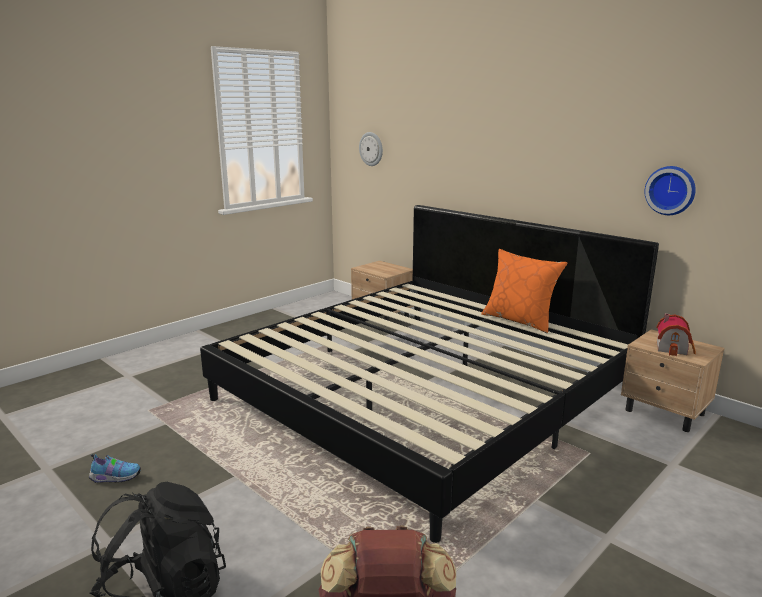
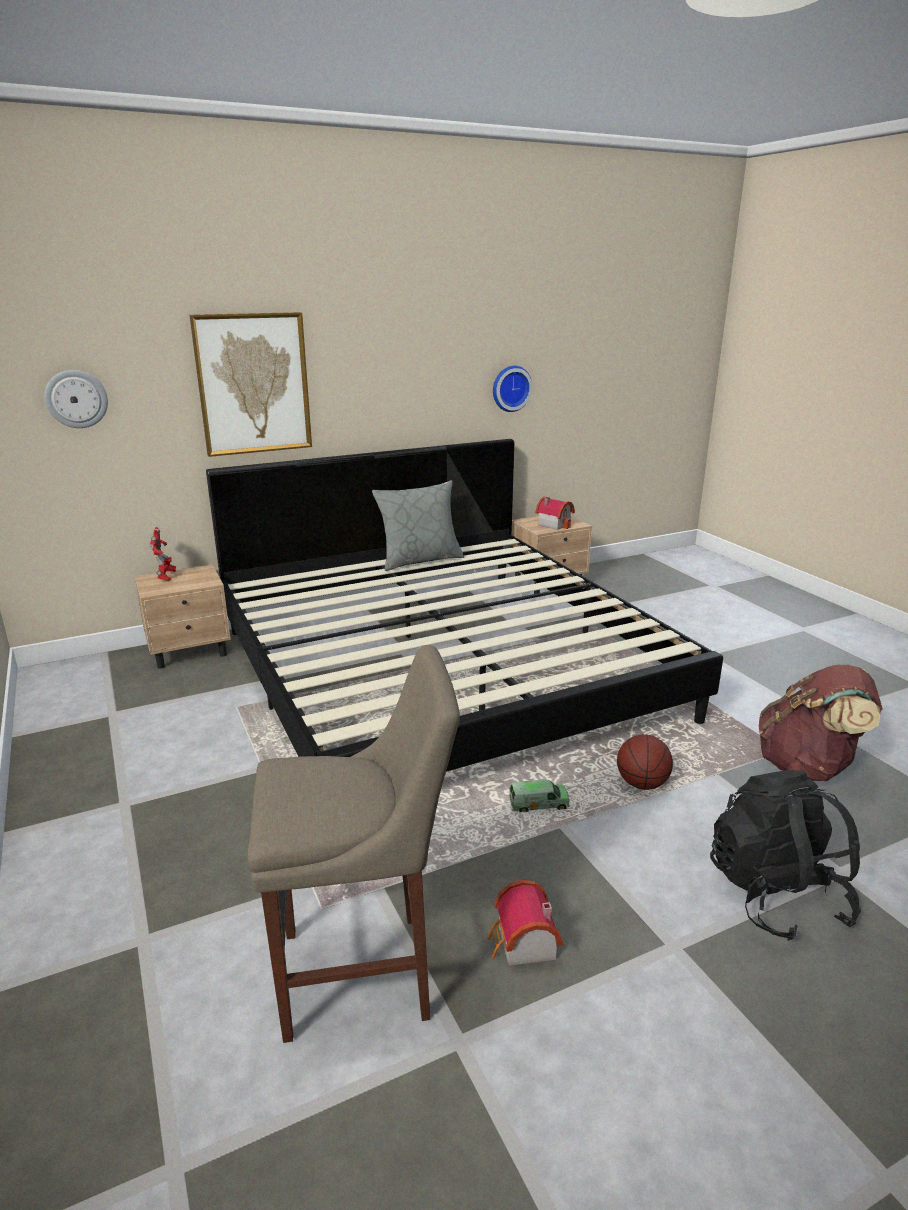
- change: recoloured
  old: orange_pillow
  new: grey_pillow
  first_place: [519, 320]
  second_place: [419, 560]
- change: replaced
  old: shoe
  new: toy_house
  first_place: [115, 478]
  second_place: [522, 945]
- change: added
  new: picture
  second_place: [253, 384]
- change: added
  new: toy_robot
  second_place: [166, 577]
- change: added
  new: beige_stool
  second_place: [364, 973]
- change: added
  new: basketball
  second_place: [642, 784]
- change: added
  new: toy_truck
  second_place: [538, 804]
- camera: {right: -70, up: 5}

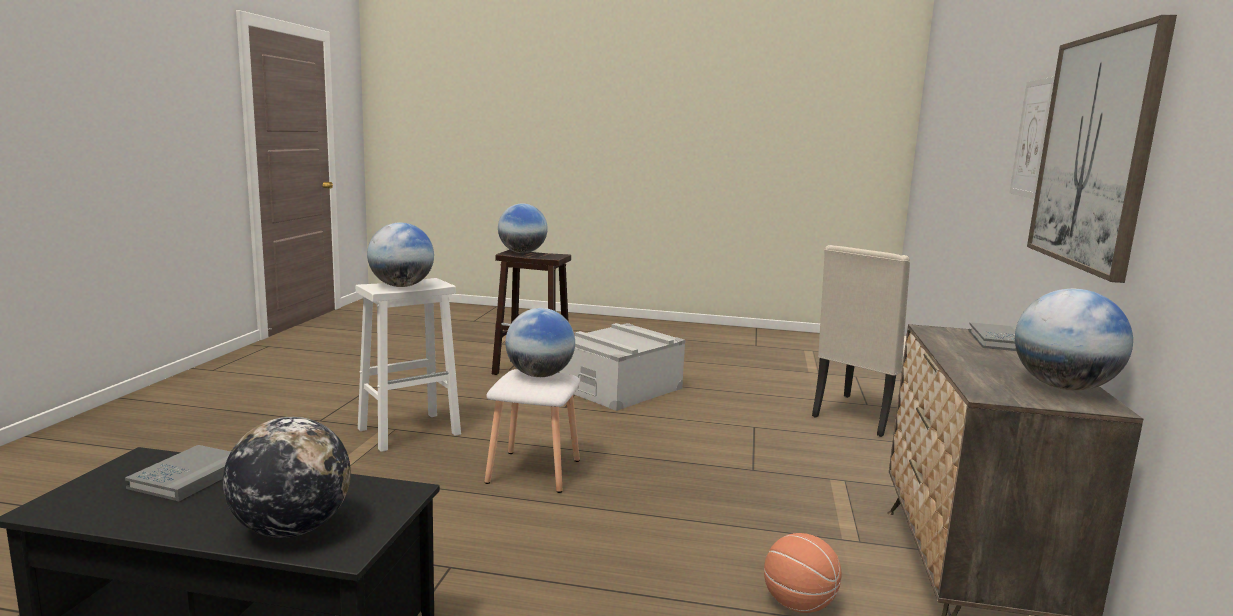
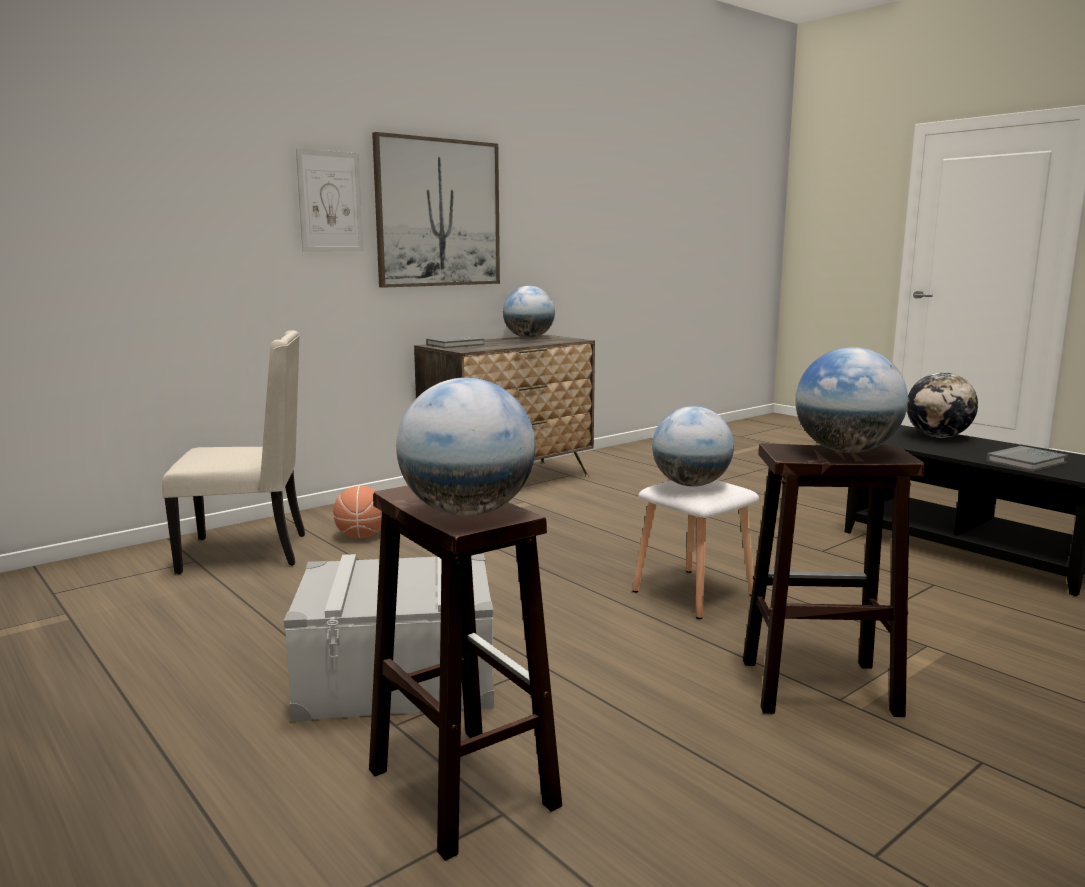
- change: recoloured
  old: white_stool
  new: brown_stool
  first_place: [410, 431]
  second_place: [816, 687]
- change: moved
  old: basketball
  first_place: [799, 604]
  second_place: [361, 536]
- camera: {right: -140, up: 0}

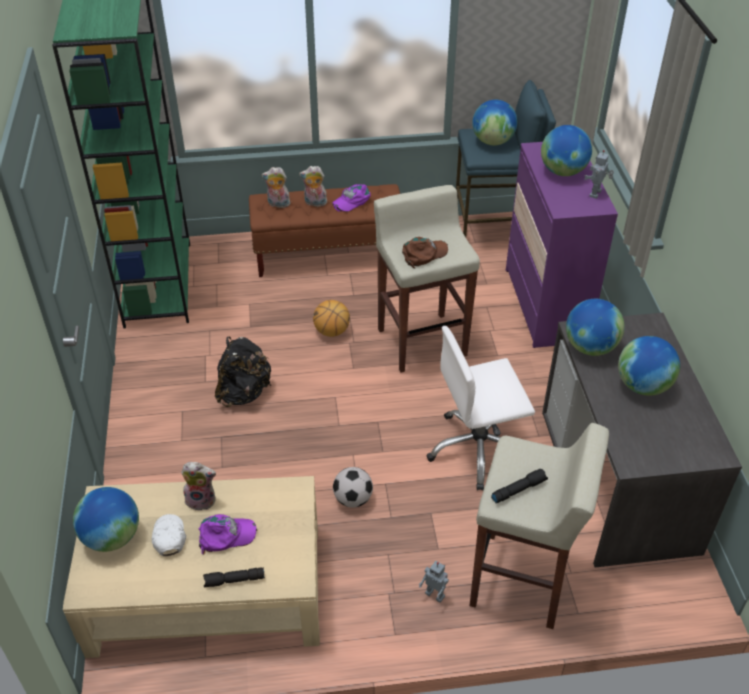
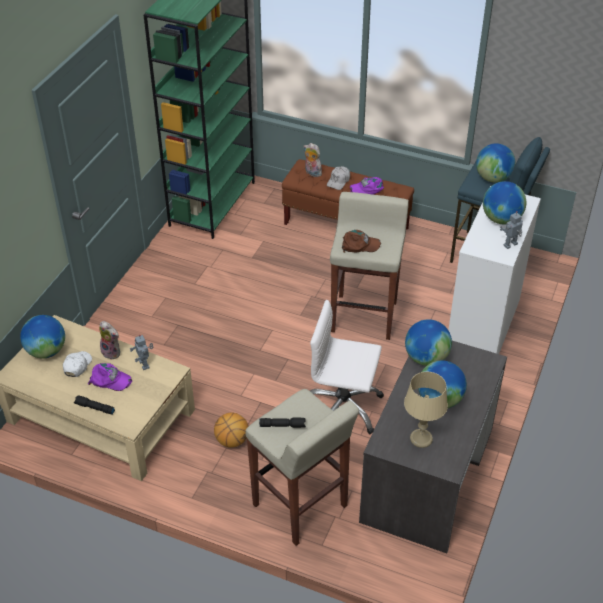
- change: recoloured
  old: purple_dresser
  new: white_dresser
  first_place: [545, 305]
  second_place: [482, 327]
- change: replaced
  old: plush_toy
  new: white_cap
  first_place: [314, 203]
  second_place: [338, 181]
- change: moved
  old: basketball
  first_place: [332, 331]
  second_place: [232, 440]
- change: removed
  old: black_backpack
  first_place: [243, 392]
- change: removed
  old: football
  first_place: [353, 499]
- change: moved
  old: toy_robot
  first_place: [435, 594]
  second_place: [145, 364]
- change: added
  new: beige_table_lamp
  second_place: [421, 439]
- camera: {right: 30, up: 0}

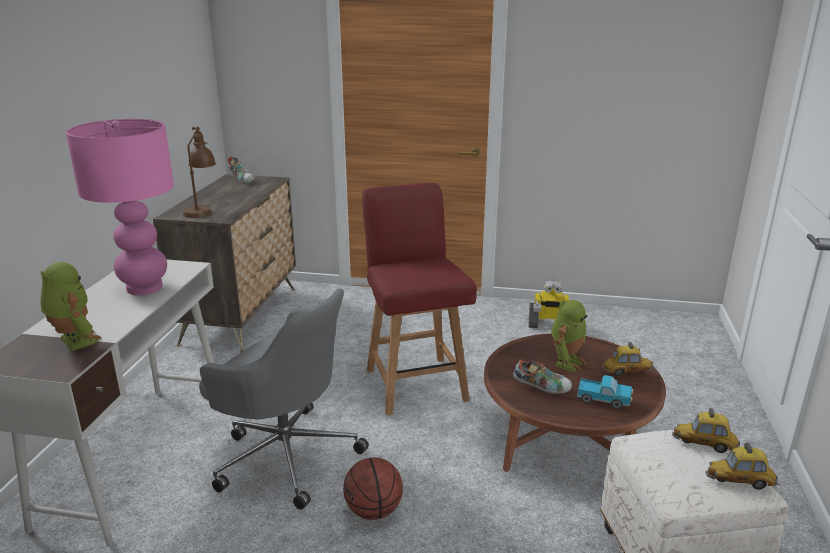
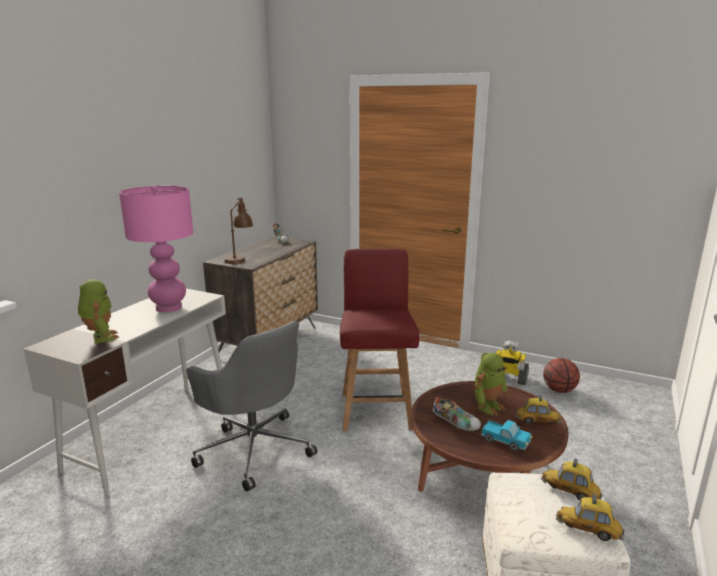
- change: moved
  old: basketball
  first_place: [373, 511]
  second_place: [559, 390]
- camera: {right: 15, up: -5}

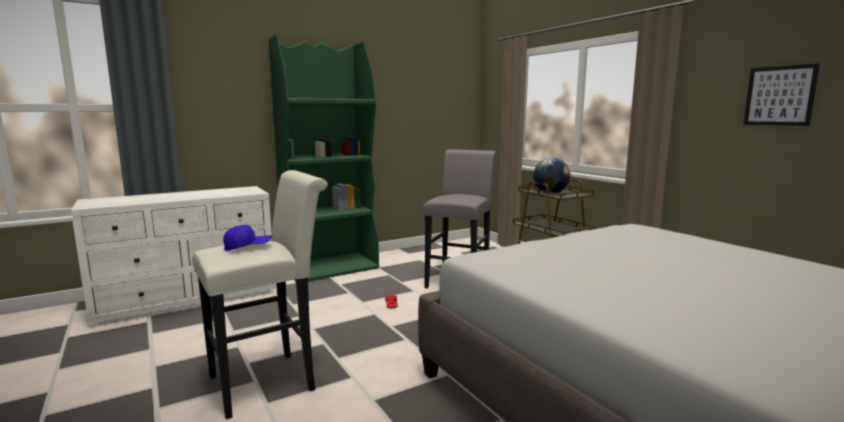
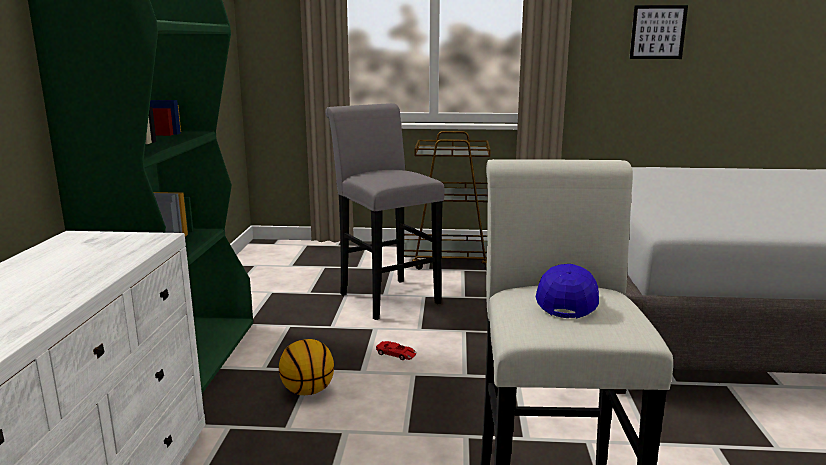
- change: removed
  old: globe
  first_place: [550, 193]
- change: added
  new: basketball
  second_place: [308, 391]
- camera: {right: -55, up: 5}

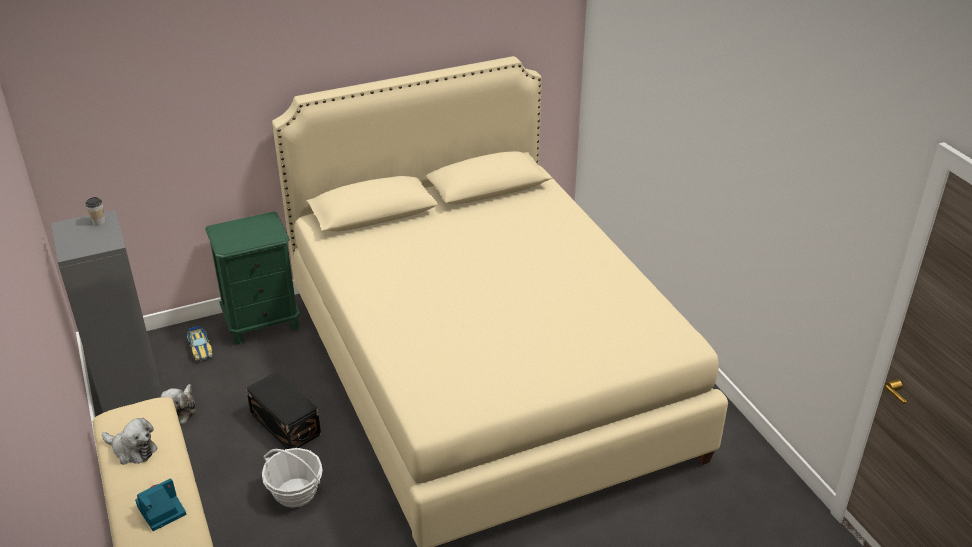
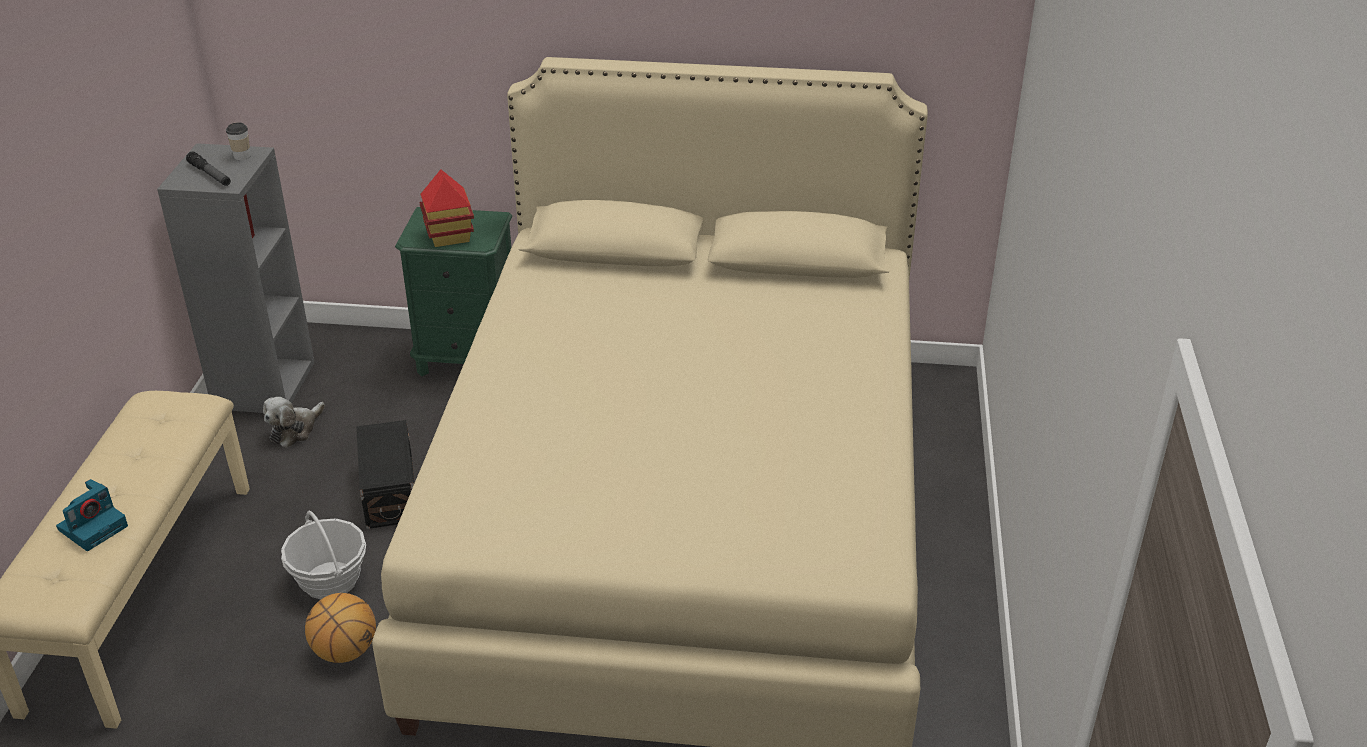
- change: removed
  old: toy_car
  first_place: [200, 348]
- change: removed
  old: plush_toy
  first_place: [132, 450]
- change: turned
  old: photo_camera
  first_place: [161, 511]
  second_place: [93, 526]
  degrees: 135
- change: added
  new: flashlight
  second_place: [210, 175]
- change: added
  new: toy_house
  second_place: [449, 237]
- change: added
  new: basketball
  second_place: [345, 651]
- camera: {right: 30, up: 0}

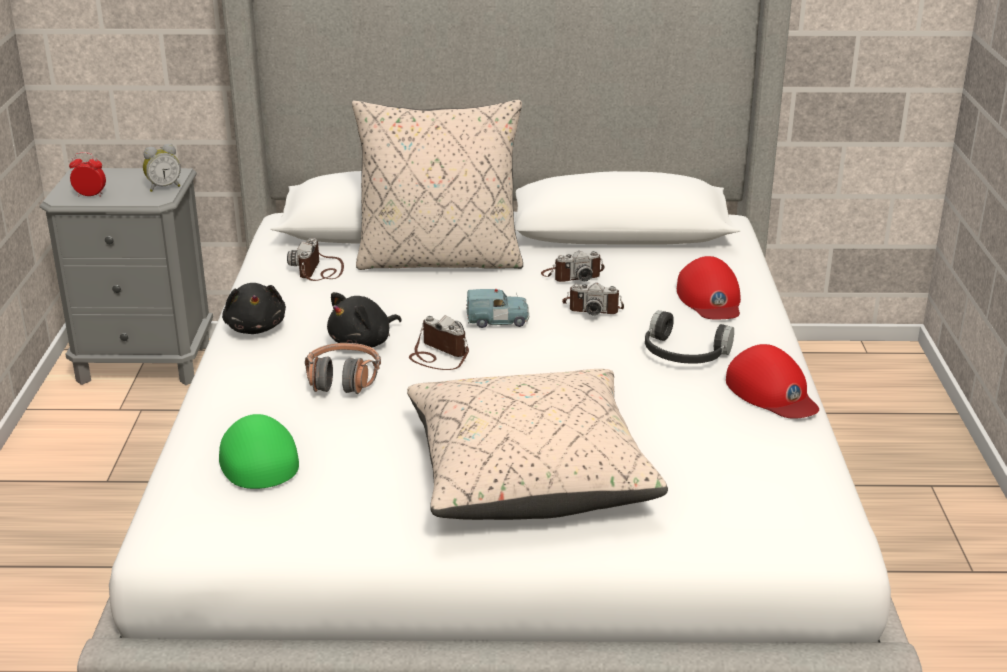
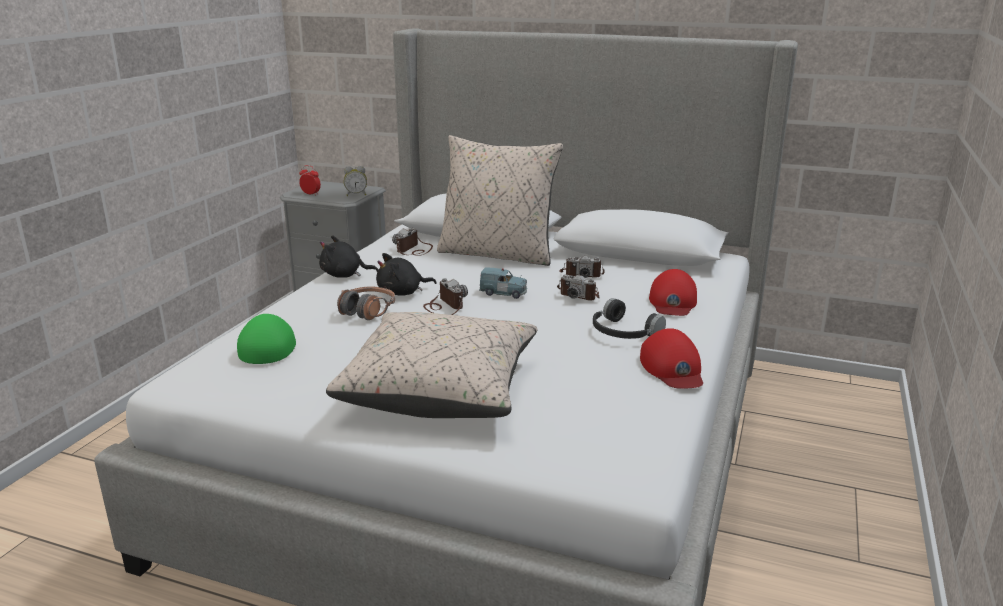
- change: turned
  old: black_plush_toy
  first_place: [256, 327]
  second_place: [344, 275]
  degrees: 90
- camera: {right: 20, up: -5}

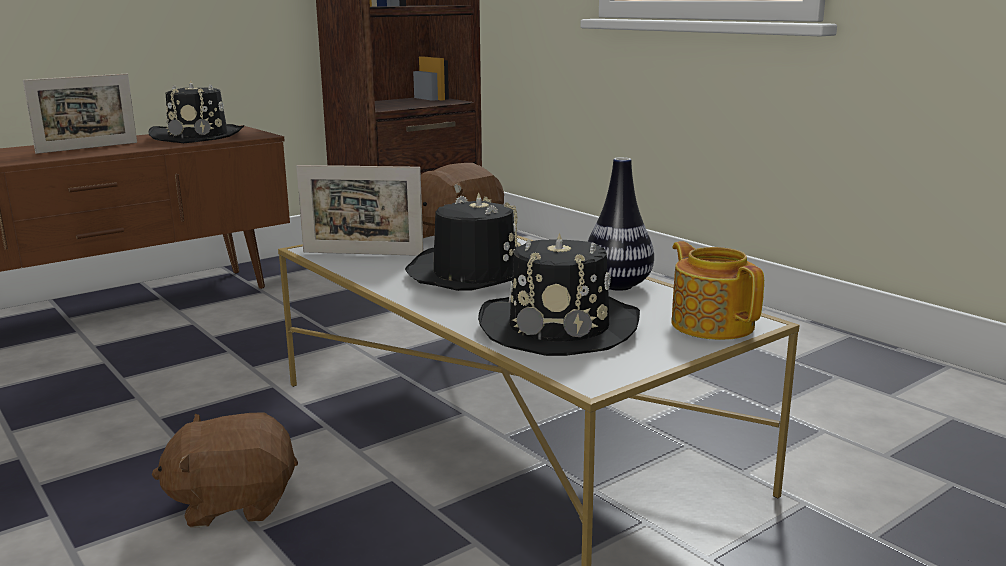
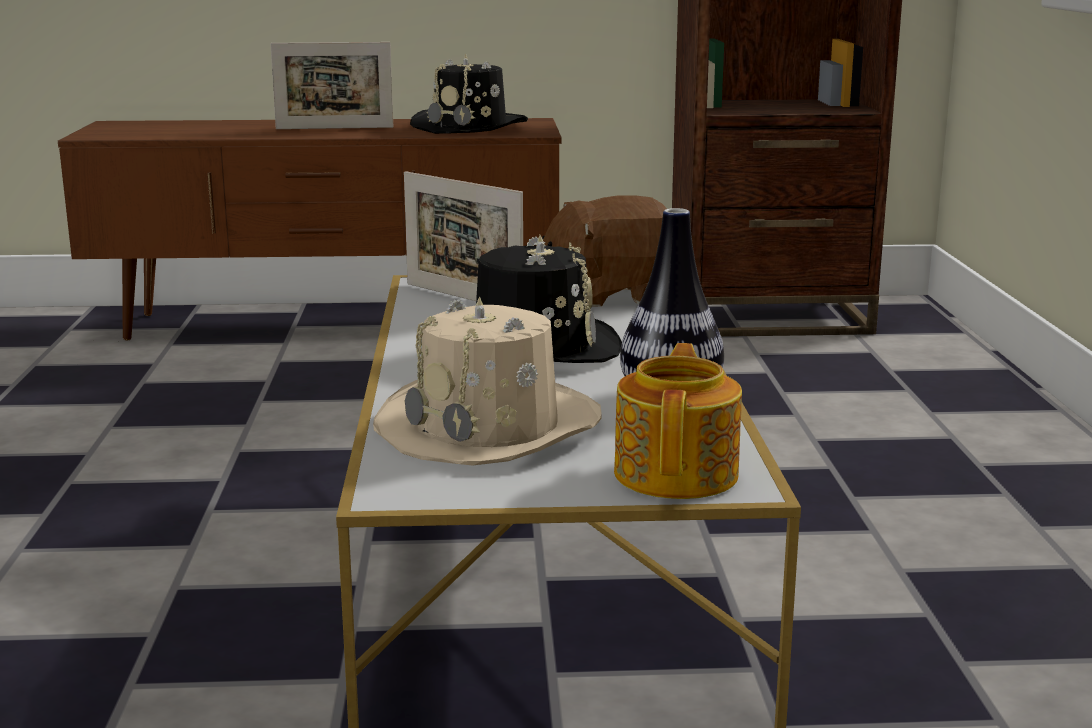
- change: recoloured
  old: black_hat
  new: beige_hat
  first_place: [559, 326]
  second_place: [490, 427]
- change: removed
  old: brown_plush_toy
  first_place: [234, 503]
- camera: {right: 35, up: 0}

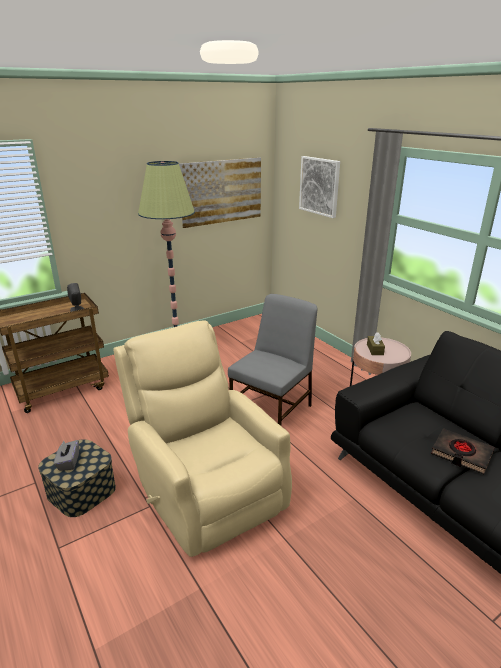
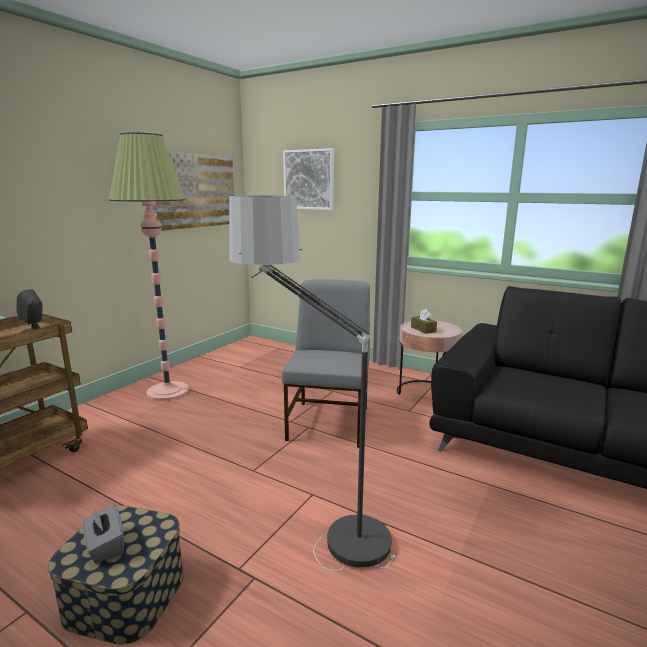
- change: replaced
  old: beige_armchair
  new: floor_lamp
  first_place: [205, 486]
  second_place: [313, 526]
- change: removed
  old: black_book
  first_place: [461, 454]
- camera: {right: -25, up: -10}

